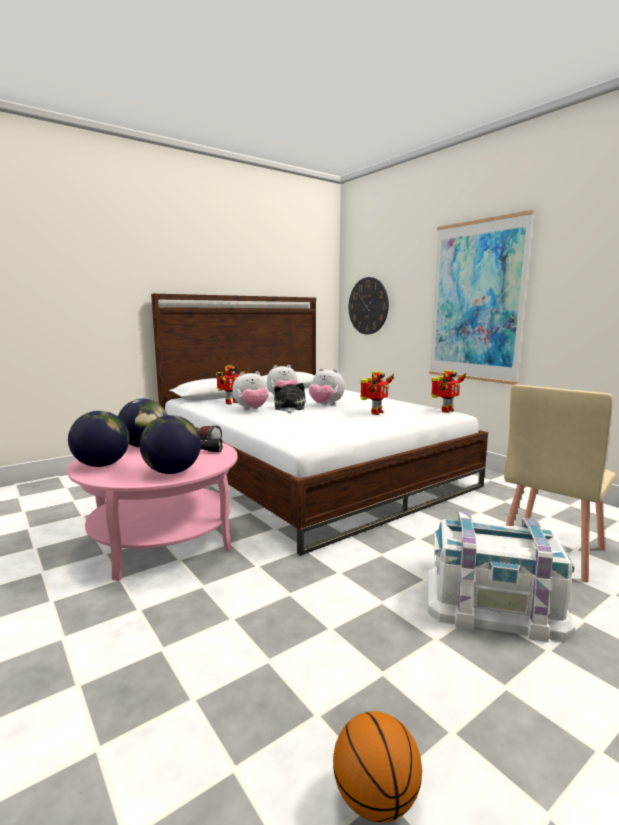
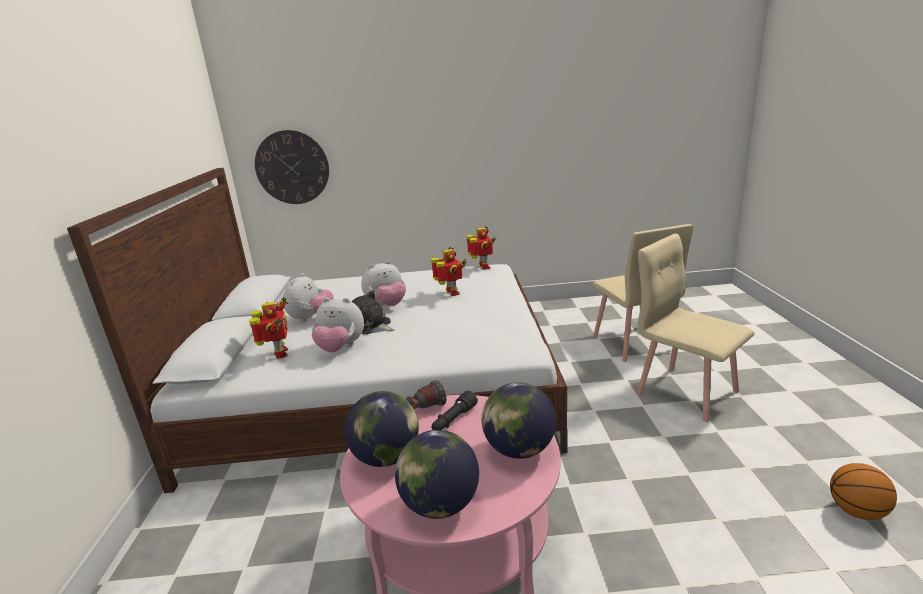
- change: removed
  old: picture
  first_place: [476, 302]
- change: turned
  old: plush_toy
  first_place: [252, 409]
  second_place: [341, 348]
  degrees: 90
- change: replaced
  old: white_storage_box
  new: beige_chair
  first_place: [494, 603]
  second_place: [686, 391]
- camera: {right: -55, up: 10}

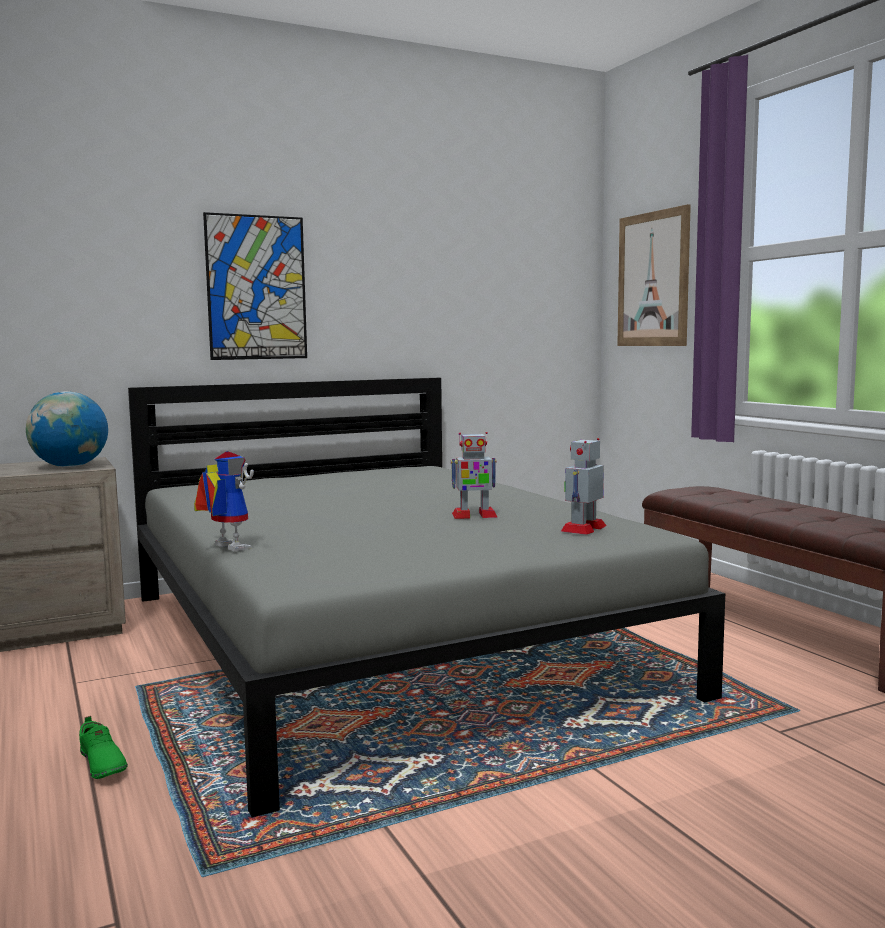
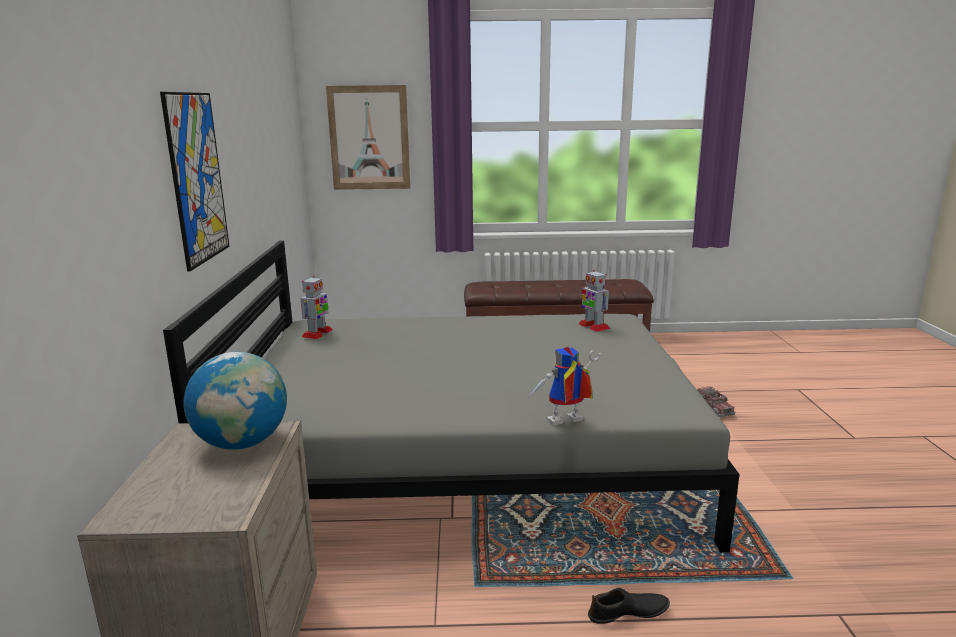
- change: moved
  old: toy_robot
  first_place: [474, 515]
  second_place: [317, 333]
- change: recoloured
  old: green_shoe
  new: black_shoe
  first_place: [101, 764]
  second_place: [628, 613]
- change: added
  new: toy_truck
  second_place: [713, 409]
- camera: {right: -65, up: 10}

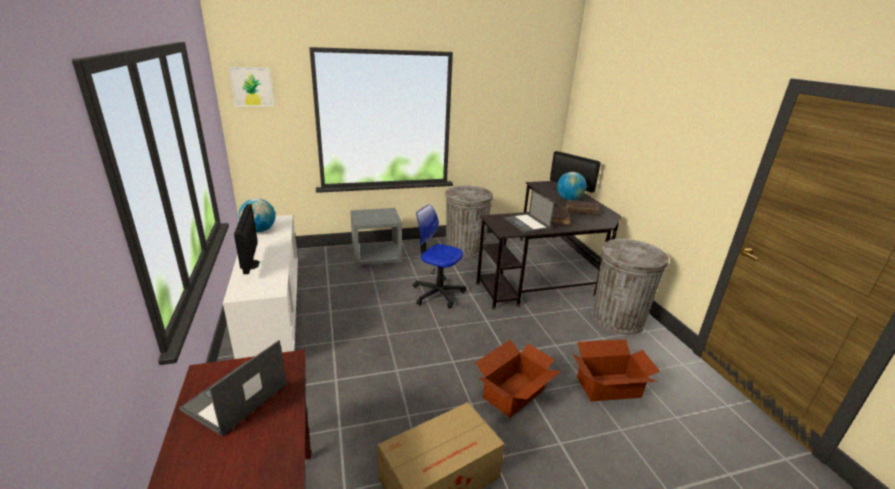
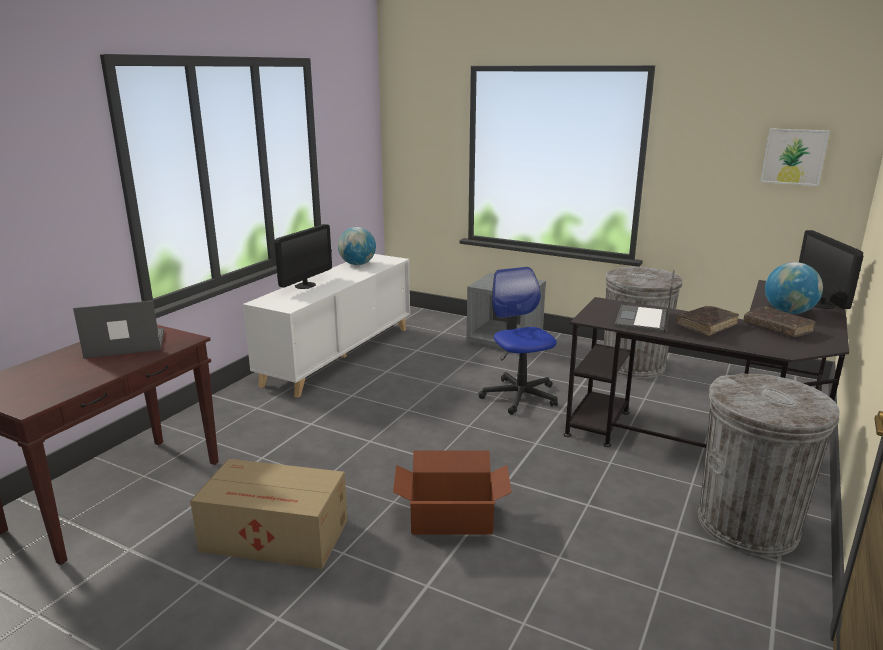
- change: moved
  old: picture
  first_place: [252, 87]
  second_place: [794, 156]
- change: removed
  old: cardboard_box
  first_place: [609, 387]
- camera: {right: 45, up: -5}

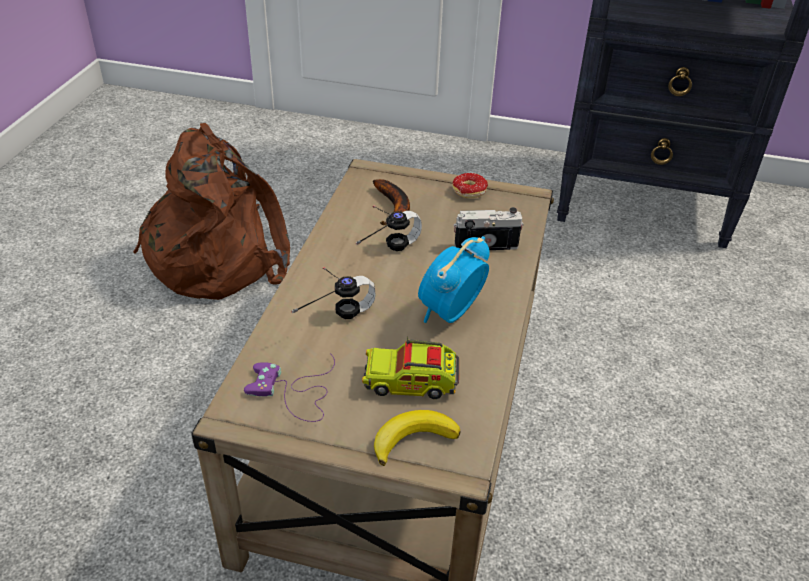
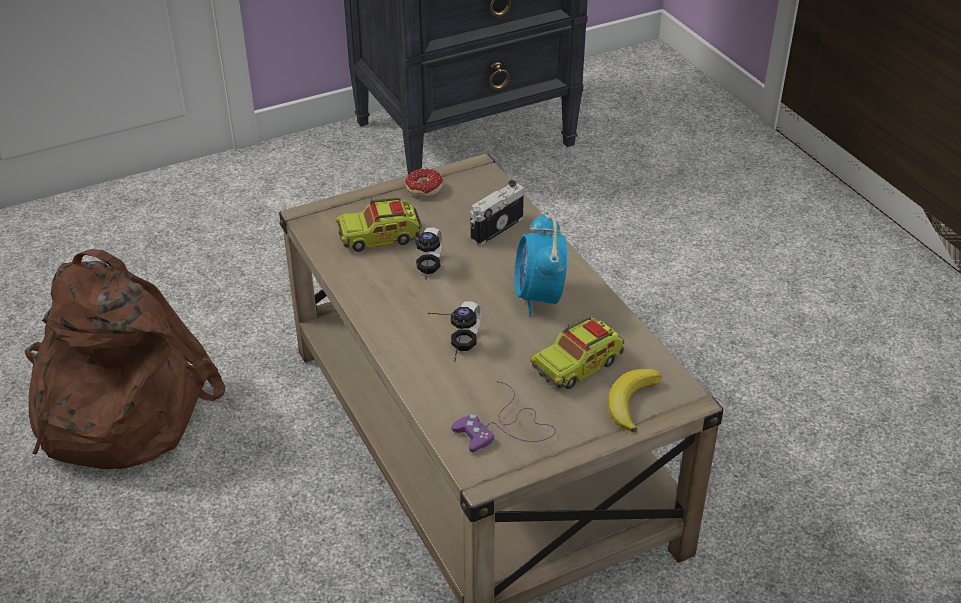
- change: replaced
  old: banana
  new: toy_truck
  first_place: [394, 207]
  second_place: [380, 237]
- camera: {right: -40, up: 0}

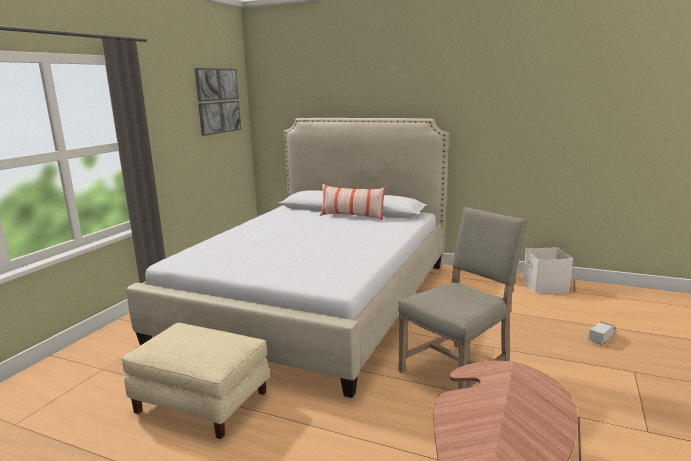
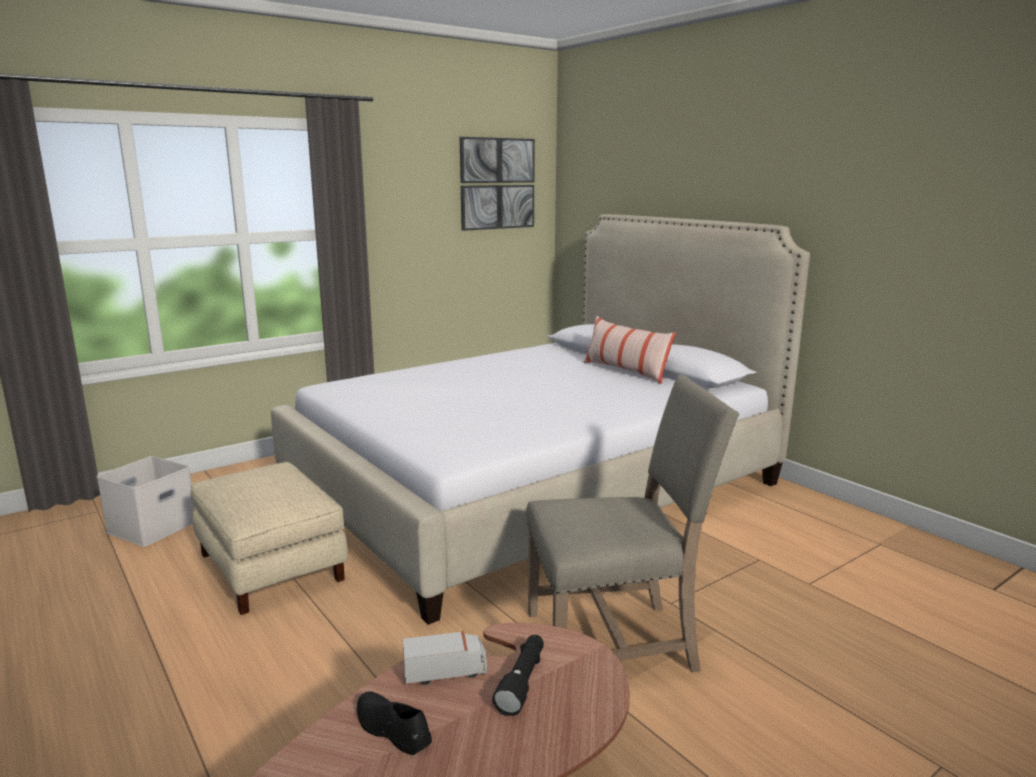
- change: moved
  old: white_storage_box
  first_place: [544, 285]
  second_place: [152, 526]
- change: moved
  old: toy_truck
  first_place: [601, 338]
  second_place: [446, 672]
- change: added
  new: black_flashlight
  second_place: [522, 681]
- change: added
  new: black_shoe
  second_place: [392, 729]
- camera: {right: 30, up: 0}

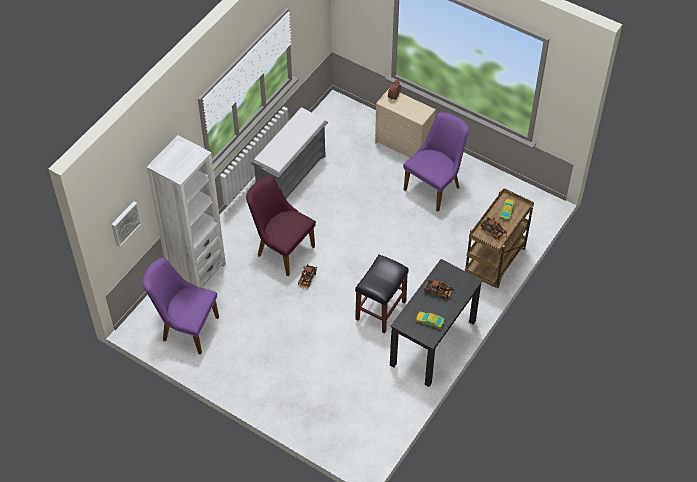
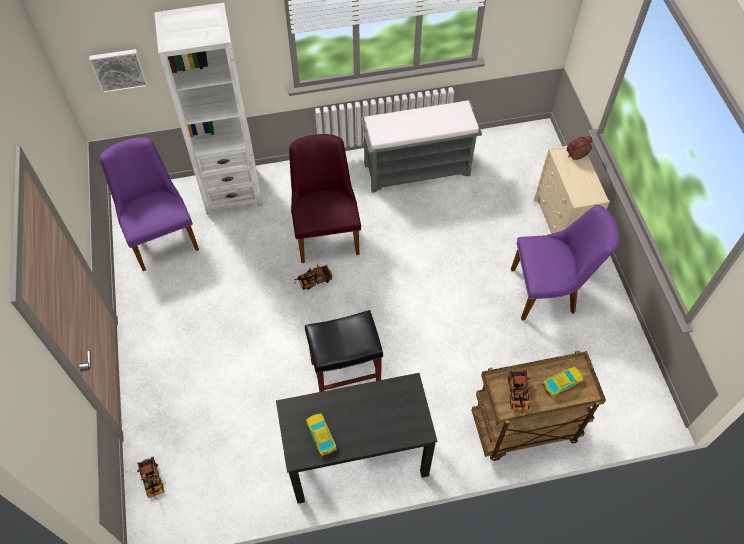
- change: moved
  old: toy_truck
  first_place: [439, 292]
  second_place: [153, 482]
- camera: {right: 45, up: 5}

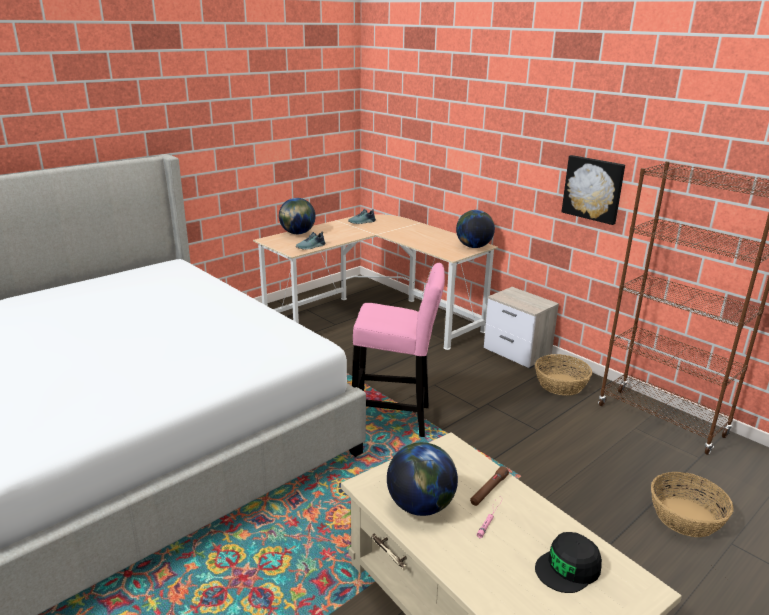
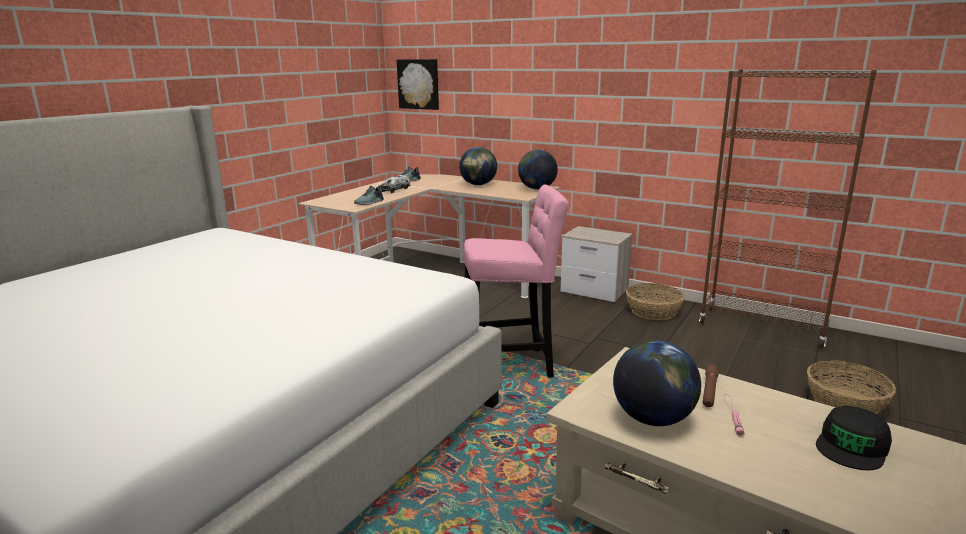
- change: moved
  old: picture
  first_place: [593, 189]
  second_place: [419, 84]
- change: moved
  old: globe
  first_place: [297, 233]
  second_place: [478, 185]
- change: added
  new: toy_truck
  second_place: [395, 190]
- camera: {right: -15, up: -5}

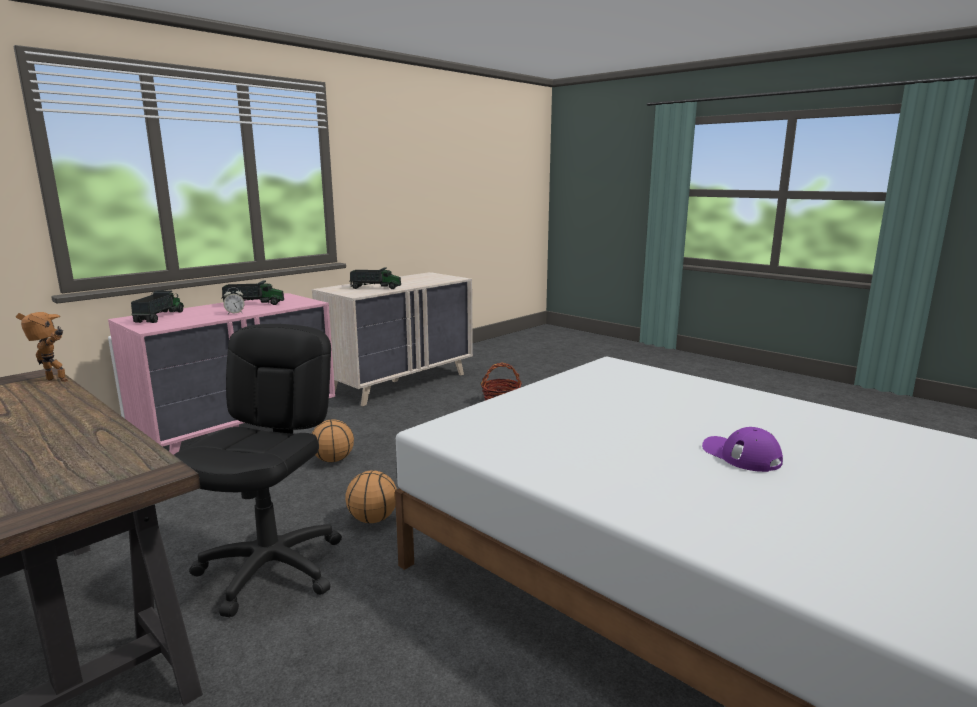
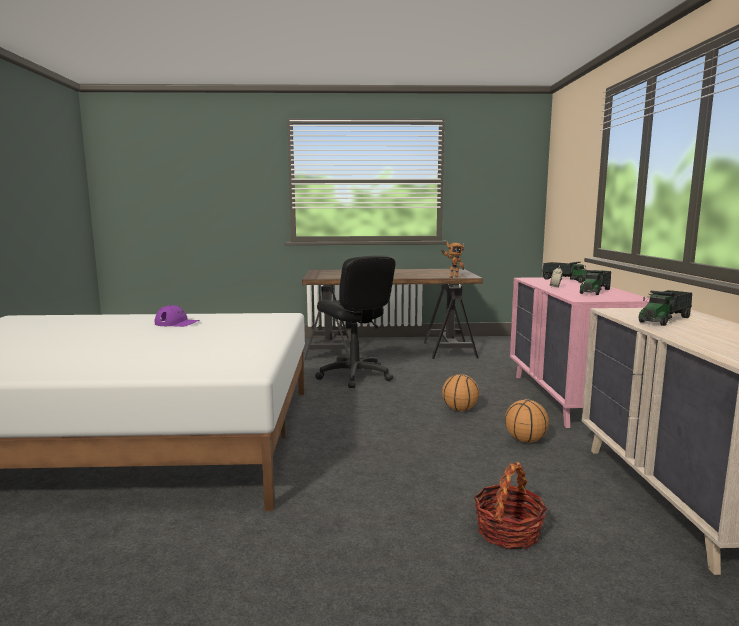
- change: moved
  old: purple_cap
  first_place: [741, 455]
  second_place: [177, 323]
- change: moved
  old: basketball
  first_place: [372, 519]
  second_place: [526, 440]
- camera: {right: 135, up: -5}

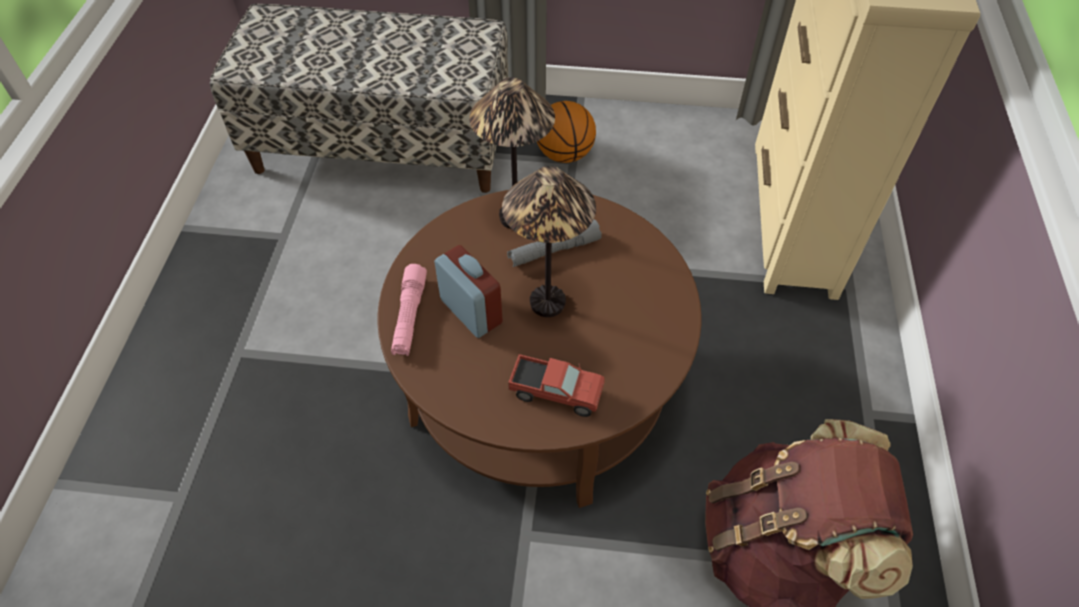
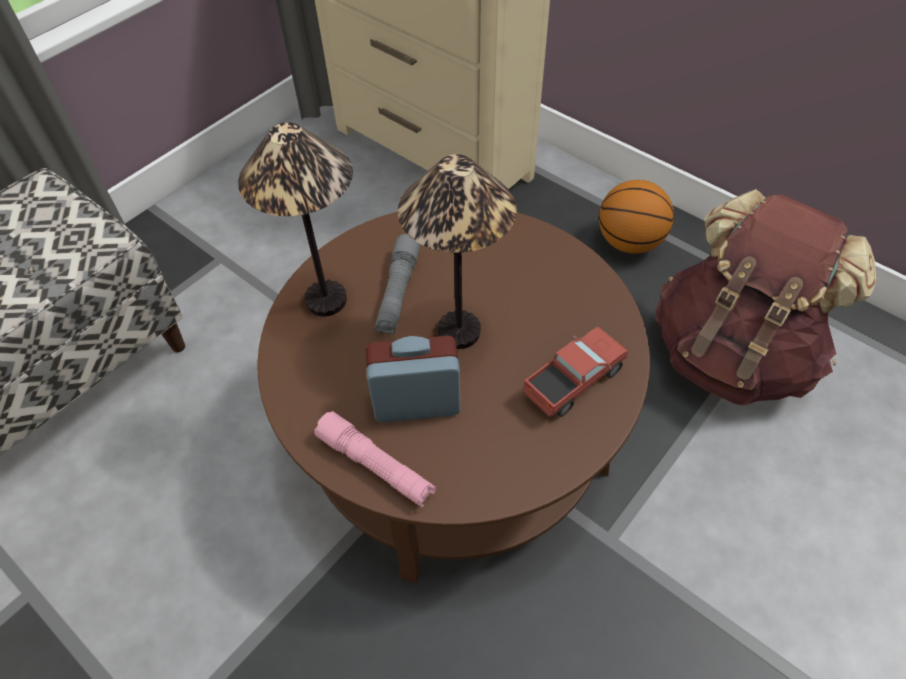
- change: moved
  old: basketball
  first_place: [565, 154]
  second_place: [629, 242]
- camera: {right: -55, up: 0}

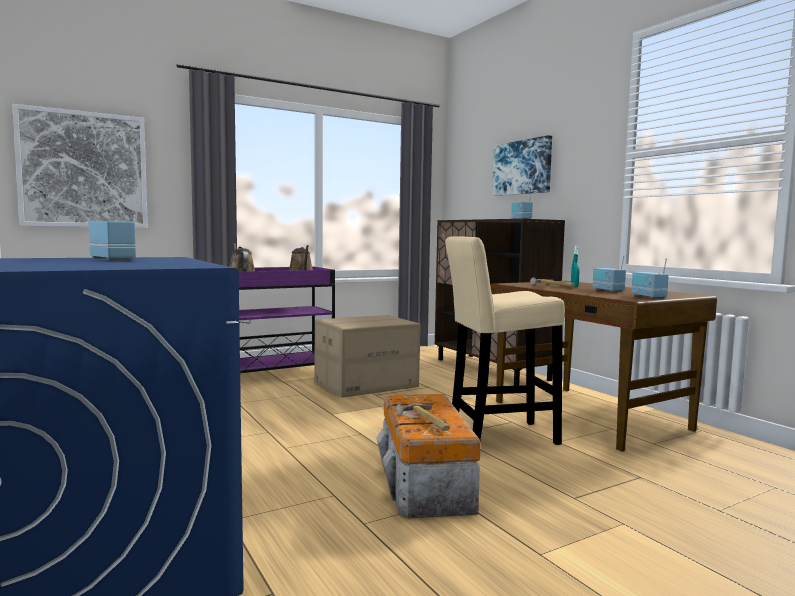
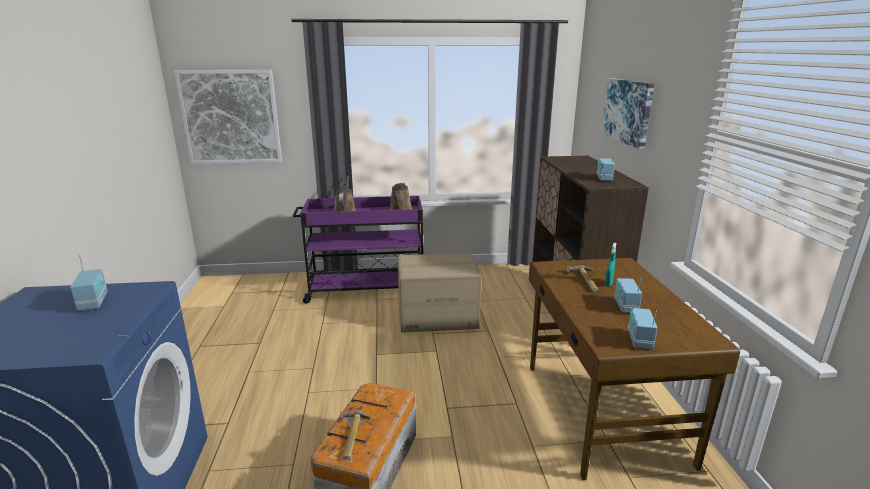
- change: removed
  old: beige_stool
  first_place: [497, 436]
- camera: {right: 25, up: 15}

